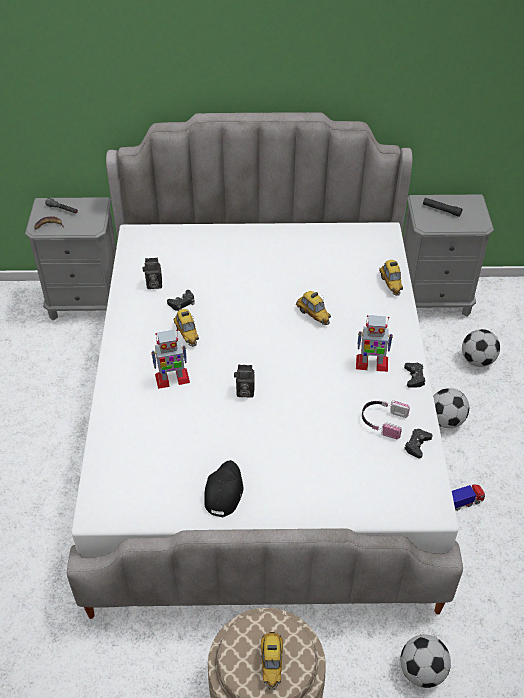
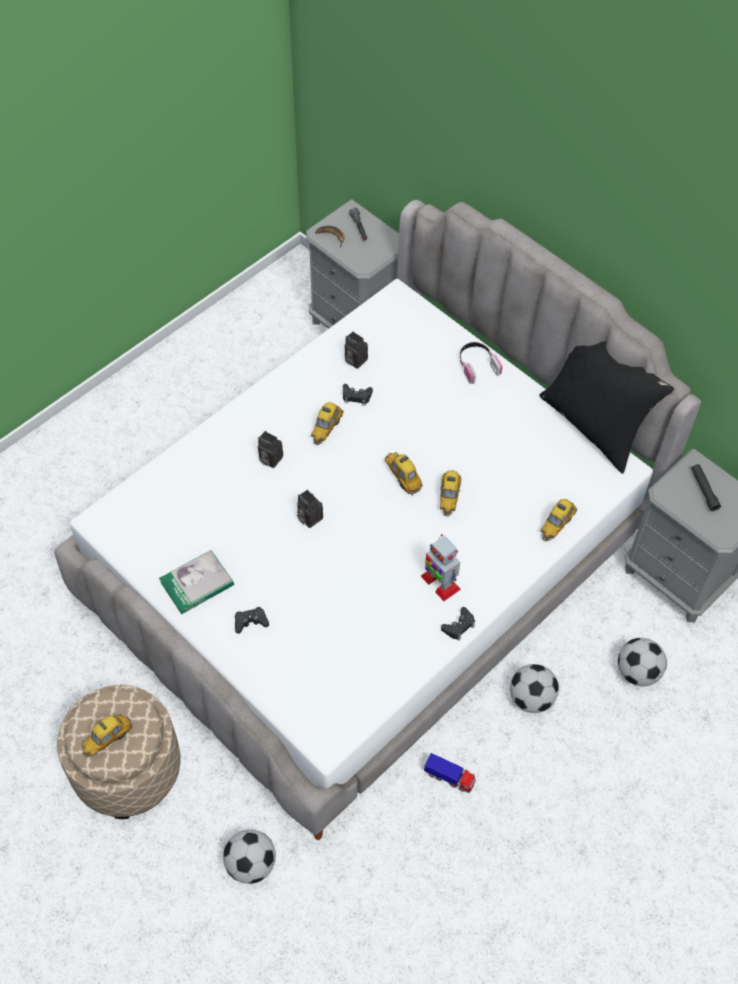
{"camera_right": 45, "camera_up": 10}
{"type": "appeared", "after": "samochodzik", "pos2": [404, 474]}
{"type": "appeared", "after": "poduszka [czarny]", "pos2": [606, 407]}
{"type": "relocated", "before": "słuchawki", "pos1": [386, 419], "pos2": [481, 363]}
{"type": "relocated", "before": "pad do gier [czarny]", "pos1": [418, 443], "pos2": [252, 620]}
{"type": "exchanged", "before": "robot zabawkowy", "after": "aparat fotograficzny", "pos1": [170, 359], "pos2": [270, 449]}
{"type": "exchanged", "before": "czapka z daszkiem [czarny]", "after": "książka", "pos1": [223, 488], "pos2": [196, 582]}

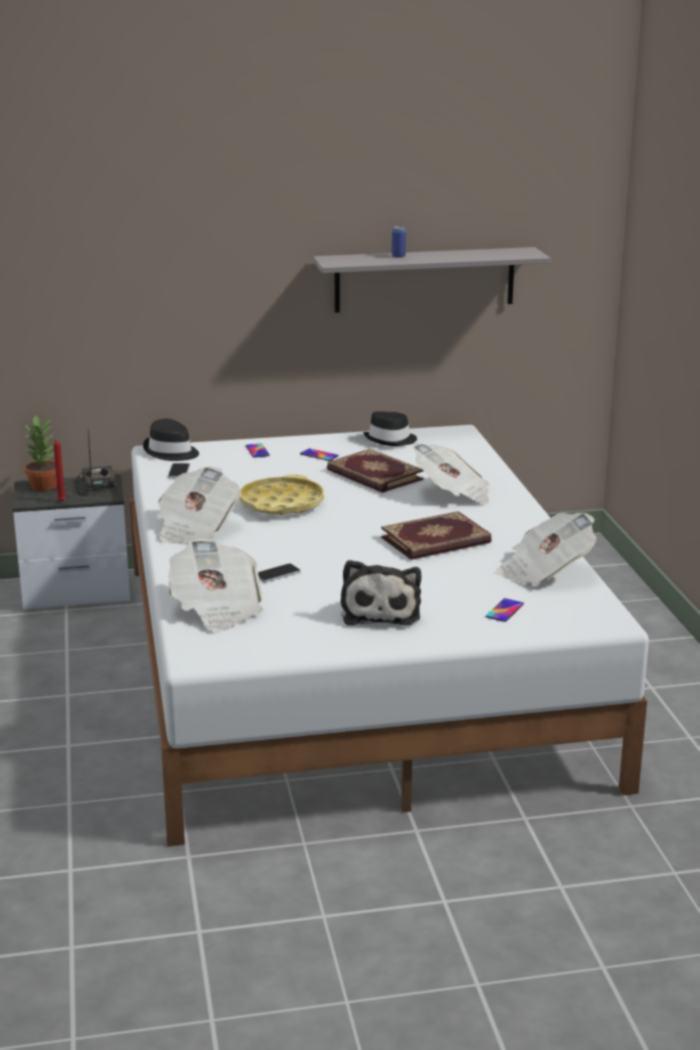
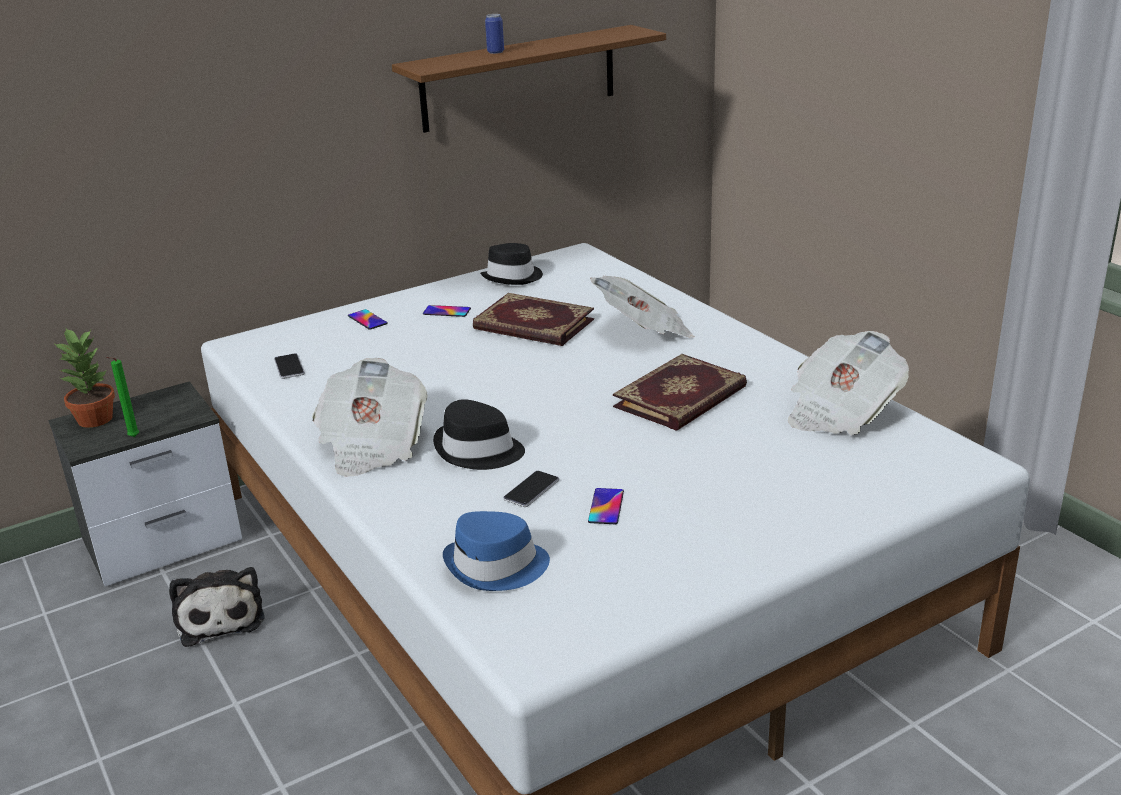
{"camera_right": -20, "camera_up": 5}
{"type": "missing", "before": "radio", "pos1": [96, 462]}
{"type": "missing", "before": "taca [żółty]", "pos1": [282, 494]}
{"type": "relocated", "before": "kapelusz [czarny]", "pos1": [171, 440], "pos2": [479, 434]}
{"type": "relocated", "before": "pluszak", "pos1": [381, 593], "pos2": [216, 607]}
{"type": "relocated", "before": "telefon", "pos1": [505, 610], "pos2": [606, 506]}
{"type": "exchanged", "before": "gazeta", "after": "kapelusz [niebieski]", "pos1": [215, 585], "pos2": [496, 551]}
{"type": "colour", "before": "świeca [czerwony]", "after": "świeca [zielony]", "pos1": [58, 470], "pos2": [122, 397]}
{"type": "colour", "before": "półka [szary]", "after": "półka [brązowy]", "pos1": [432, 280], "pos2": [529, 79]}

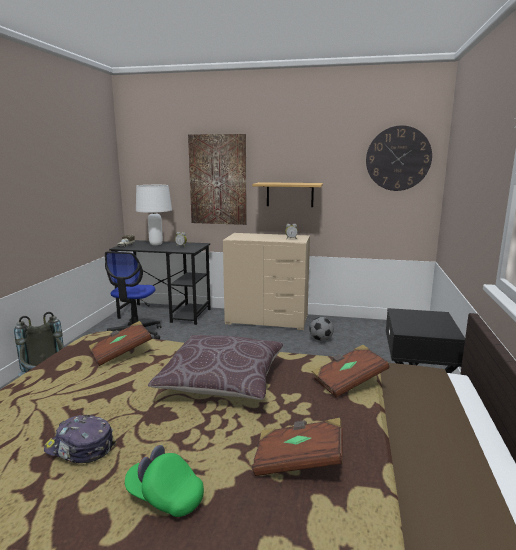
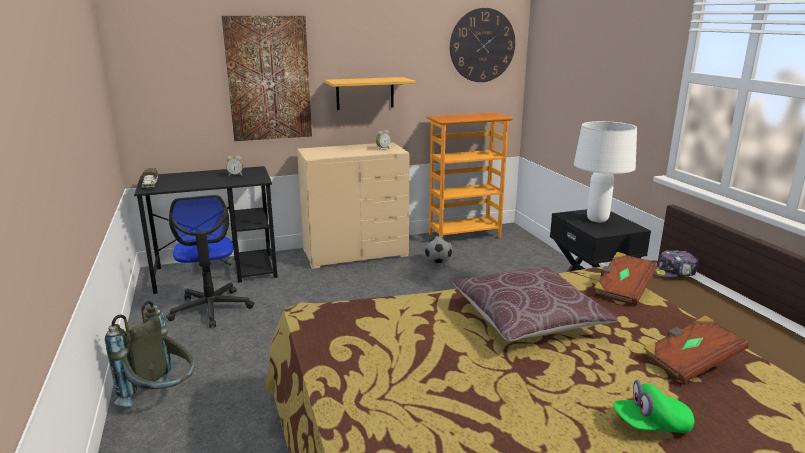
{"camera_right": -30, "camera_up": 5}
{"type": "missing", "before": "książka [brązowy]", "pos1": [120, 343]}
{"type": "appeared", "after": "regał", "pos2": [469, 175]}
{"type": "relocated", "before": "czapka z daszkiem", "pos1": [80, 439], "pos2": [675, 263]}
{"type": "relocated", "before": "lampa stołowa [biały]", "pos1": [154, 215], "pos2": [605, 171]}

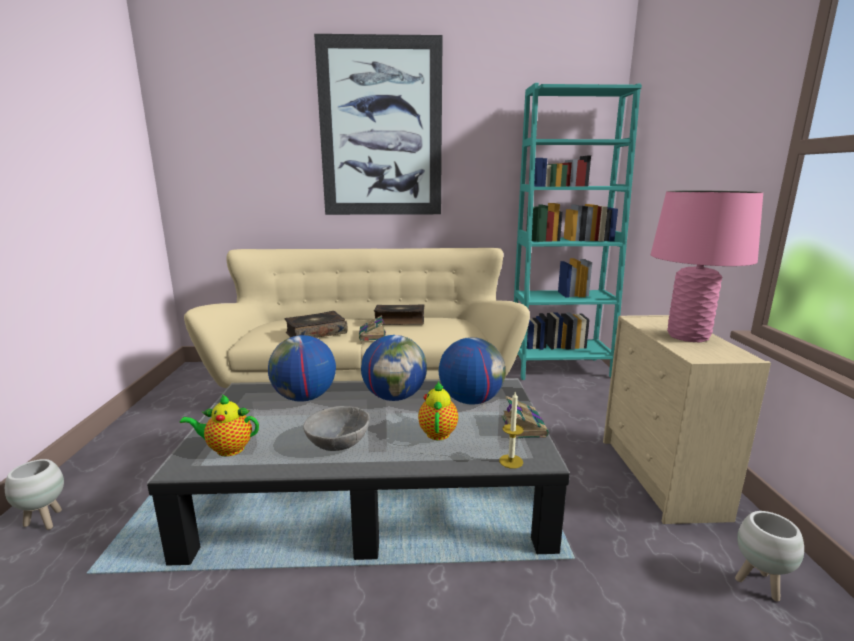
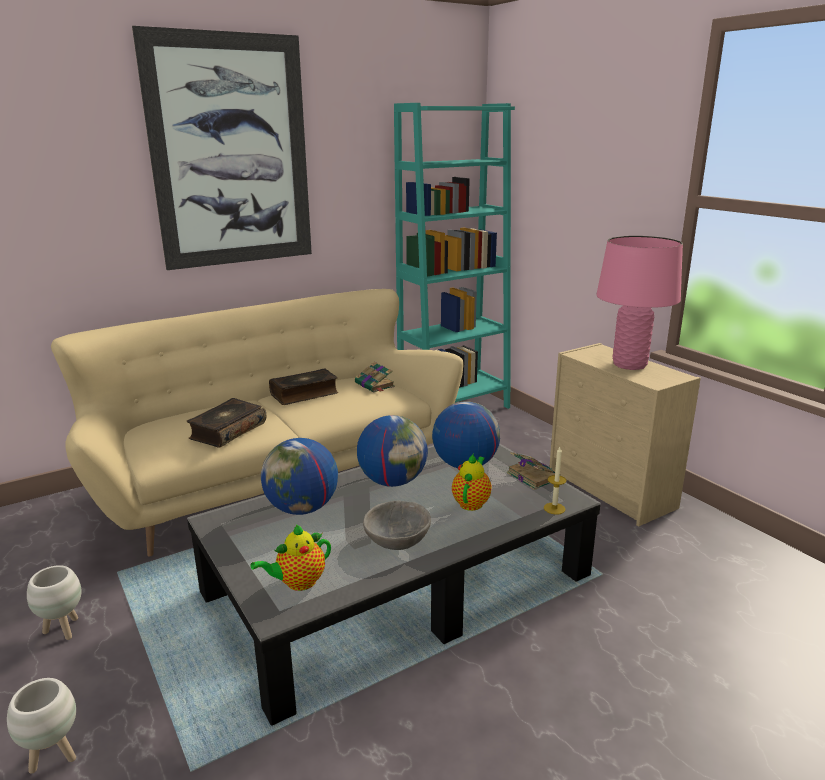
{"camera_right": -30, "camera_up": 5}
{"type": "relocated", "before": "książka", "pos1": [372, 328], "pos2": [375, 377]}
{"type": "relocated", "before": "donica [biały]", "pos1": [769, 556], "pos2": [54, 602]}
{"type": "spun", "before": "imbryk", "pos1": [438, 410], "pos2": [472, 482], "turn": 45}

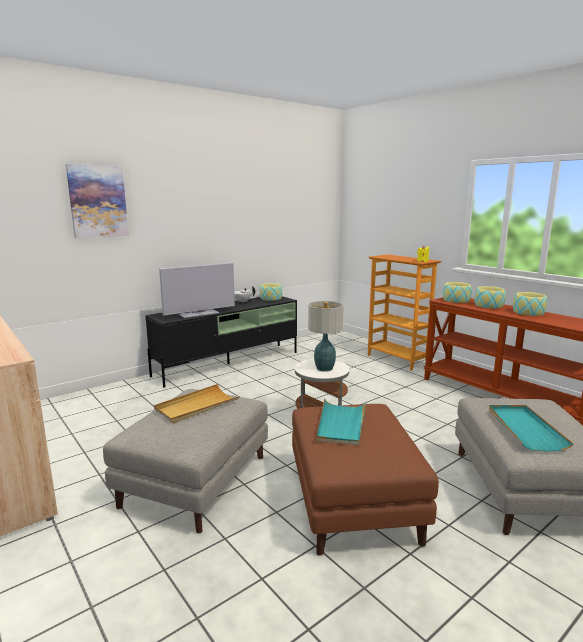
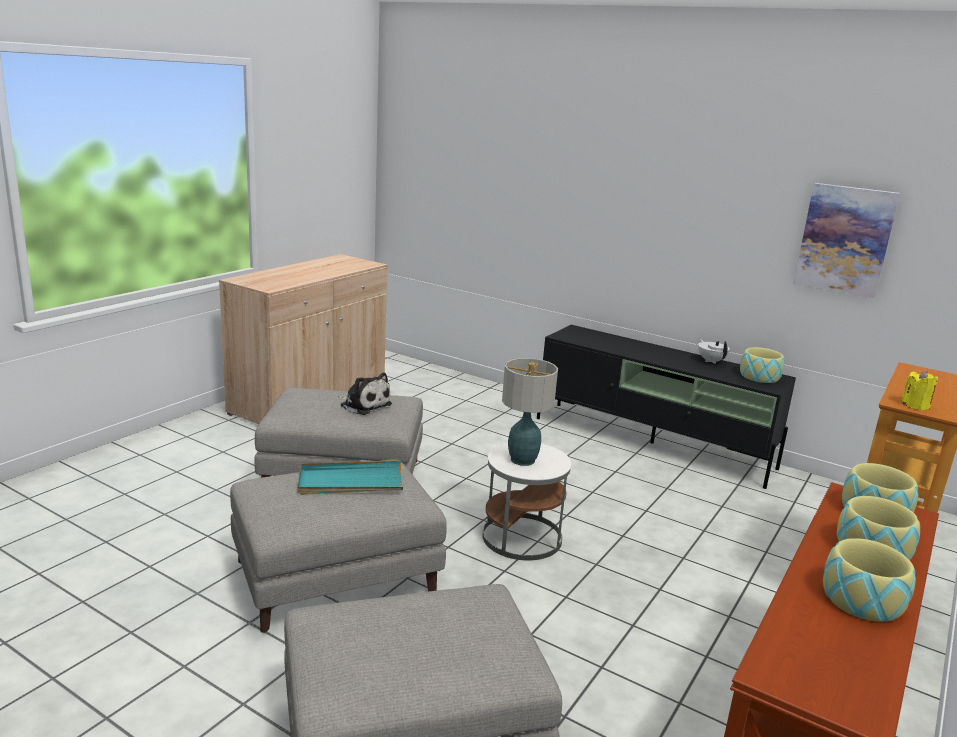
{"camera_right": 70, "camera_up": 5}
{"type": "missing", "before": "telewizor", "pos1": [197, 290]}
{"type": "missing", "before": "taca [turkusowy]", "pos1": [531, 428]}
{"type": "relocated", "before": "obraz", "pos1": [97, 201], "pos2": [846, 240]}
{"type": "exchanged", "before": "taca [beżowy]", "after": "pluszak", "pos1": [197, 404], "pos2": [365, 393]}
{"type": "colour", "before": "pufa [brązowy]", "after": "pufa [szary]", "pos1": [365, 480], "pos2": [338, 546]}

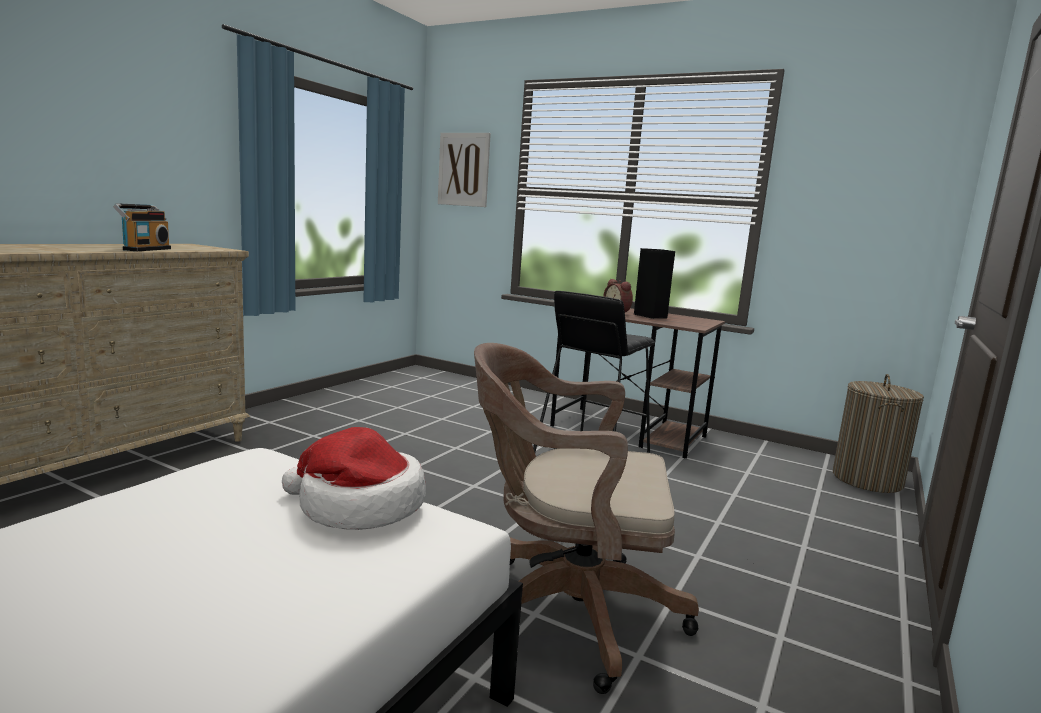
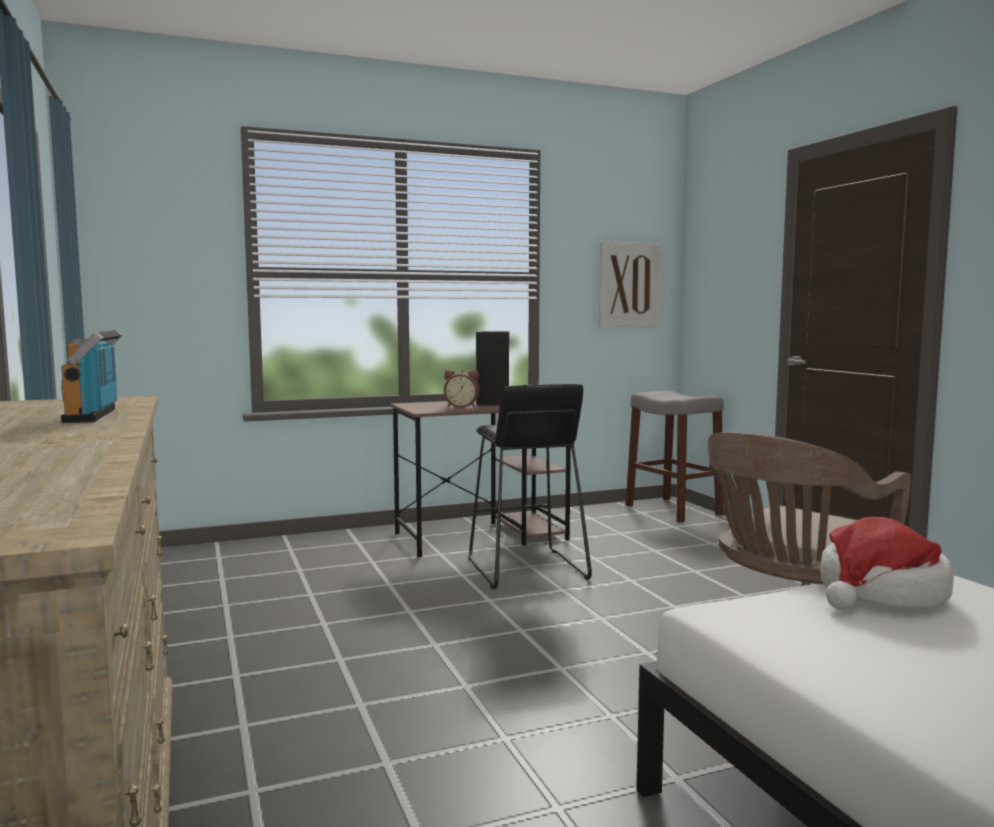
{"camera_right": -50, "camera_up": -5}
{"type": "relocated", "before": "obraz", "pos1": [464, 170], "pos2": [630, 284]}
{"type": "exchanged", "before": "kosz na pranie", "after": "stołek [szary]", "pos1": [878, 433], "pos2": [675, 457]}
{"type": "spun", "before": "radio", "pos1": [142, 227], "pos2": [92, 376], "turn": -150}

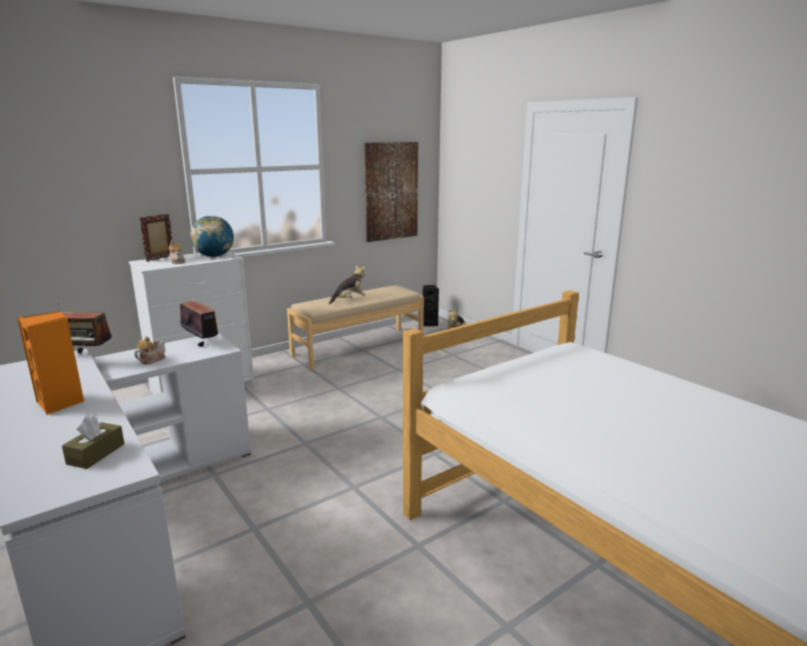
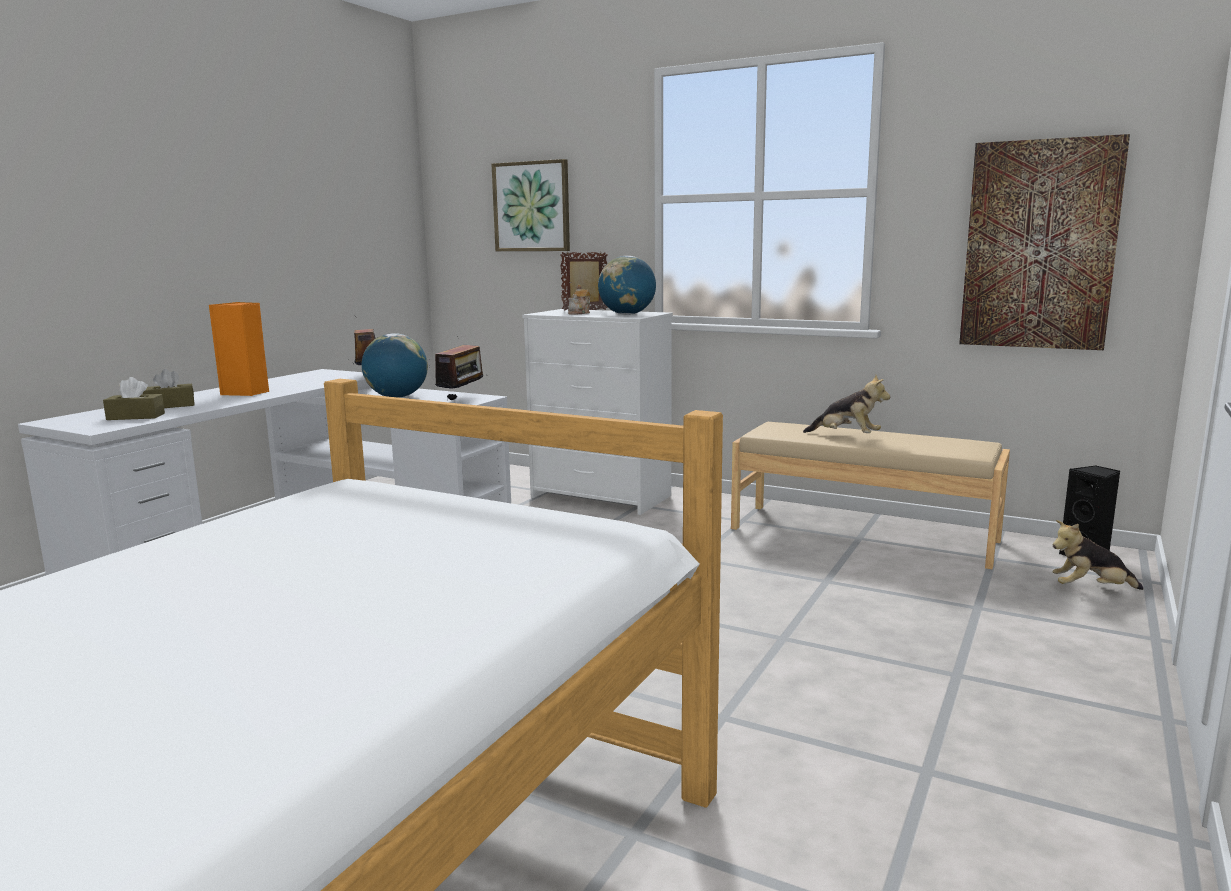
{"camera_right": 65, "camera_up": -5}
{"type": "appeared", "after": "pudełko chusteczek [brązowy]", "pos2": [168, 388]}
{"type": "appeared", "after": "obraz", "pos2": [531, 205]}
{"type": "exchanged", "before": "imbryk", "after": "globus", "pos1": [150, 350], "pos2": [395, 365]}

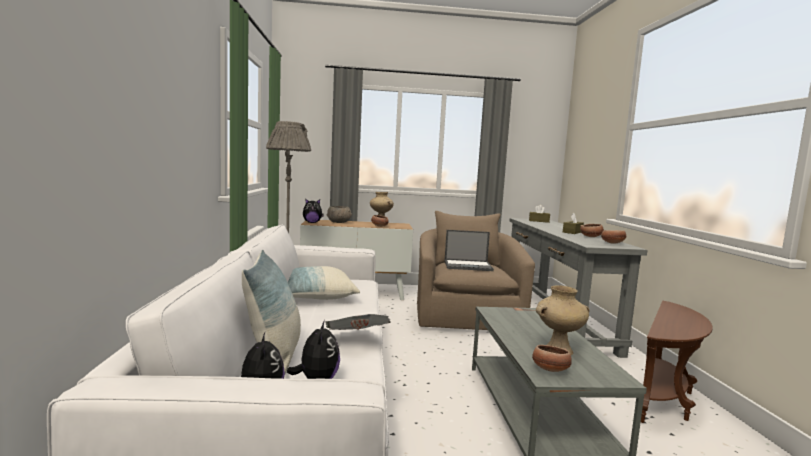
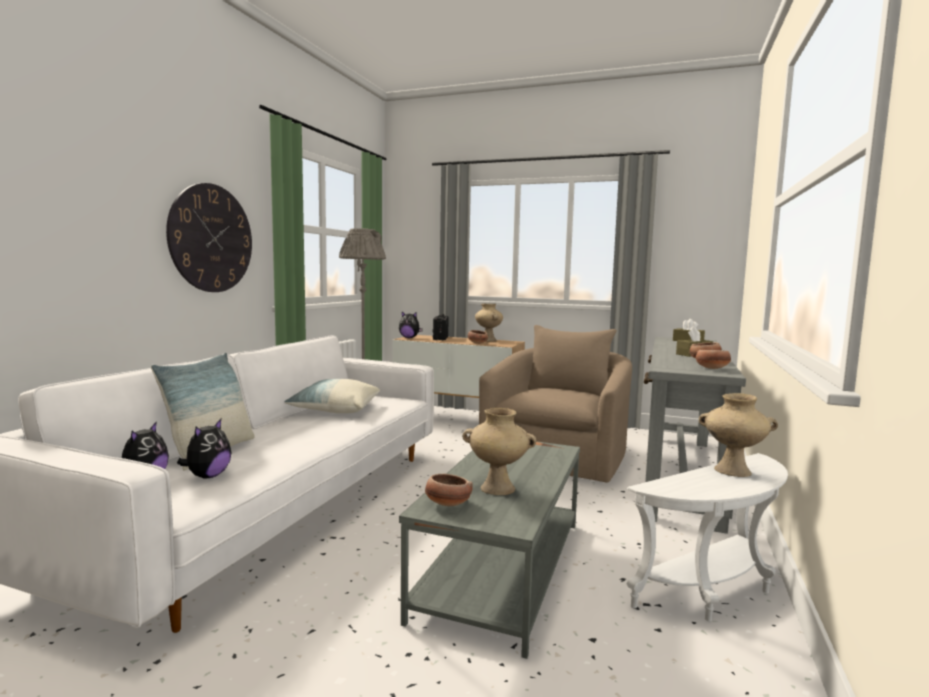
{"camera_right": 25, "camera_up": 0}
{"type": "missing", "before": "gazeta", "pos1": [358, 322]}
{"type": "missing", "before": "laptop", "pos1": [469, 250]}
{"type": "appeared", "after": "zegar ścienny", "pos2": [209, 237]}
{"type": "appeared", "after": "wazon [beżowy]", "pos2": [738, 435]}
{"type": "exchanged", "before": "miska [szary]", "after": "radio", "pos1": [339, 214], "pos2": [441, 327]}
{"type": "colour", "before": "stolik [brązowy]", "after": "stolik [biały]", "pos1": [677, 362], "pos2": [707, 537]}

